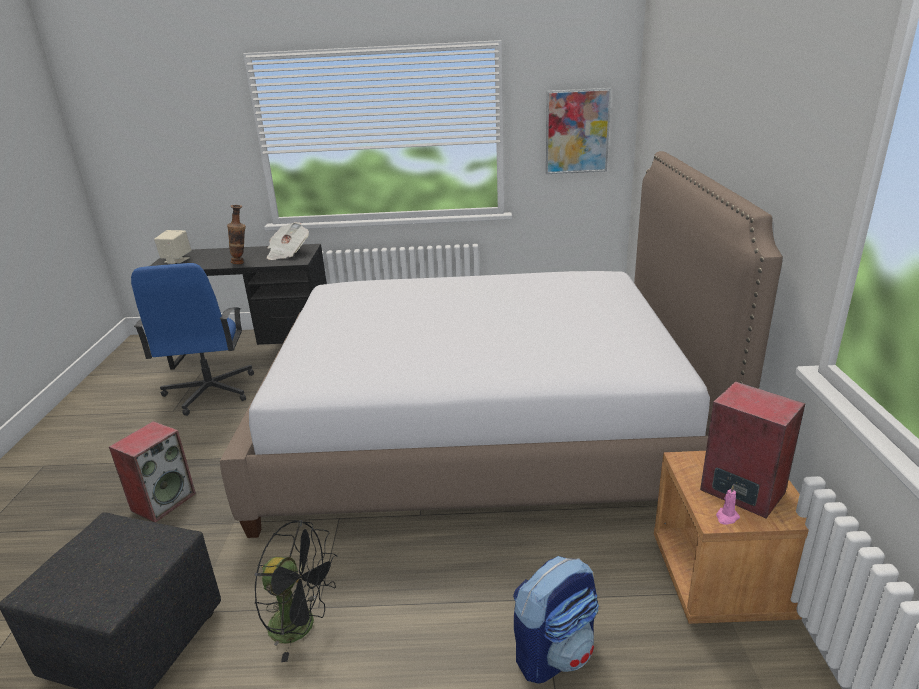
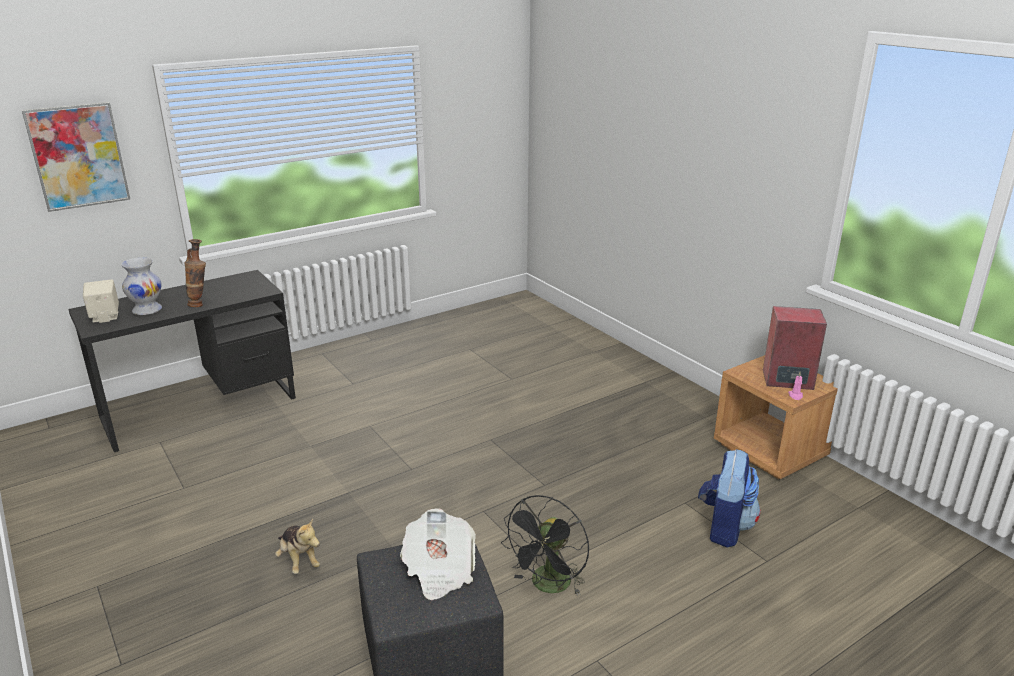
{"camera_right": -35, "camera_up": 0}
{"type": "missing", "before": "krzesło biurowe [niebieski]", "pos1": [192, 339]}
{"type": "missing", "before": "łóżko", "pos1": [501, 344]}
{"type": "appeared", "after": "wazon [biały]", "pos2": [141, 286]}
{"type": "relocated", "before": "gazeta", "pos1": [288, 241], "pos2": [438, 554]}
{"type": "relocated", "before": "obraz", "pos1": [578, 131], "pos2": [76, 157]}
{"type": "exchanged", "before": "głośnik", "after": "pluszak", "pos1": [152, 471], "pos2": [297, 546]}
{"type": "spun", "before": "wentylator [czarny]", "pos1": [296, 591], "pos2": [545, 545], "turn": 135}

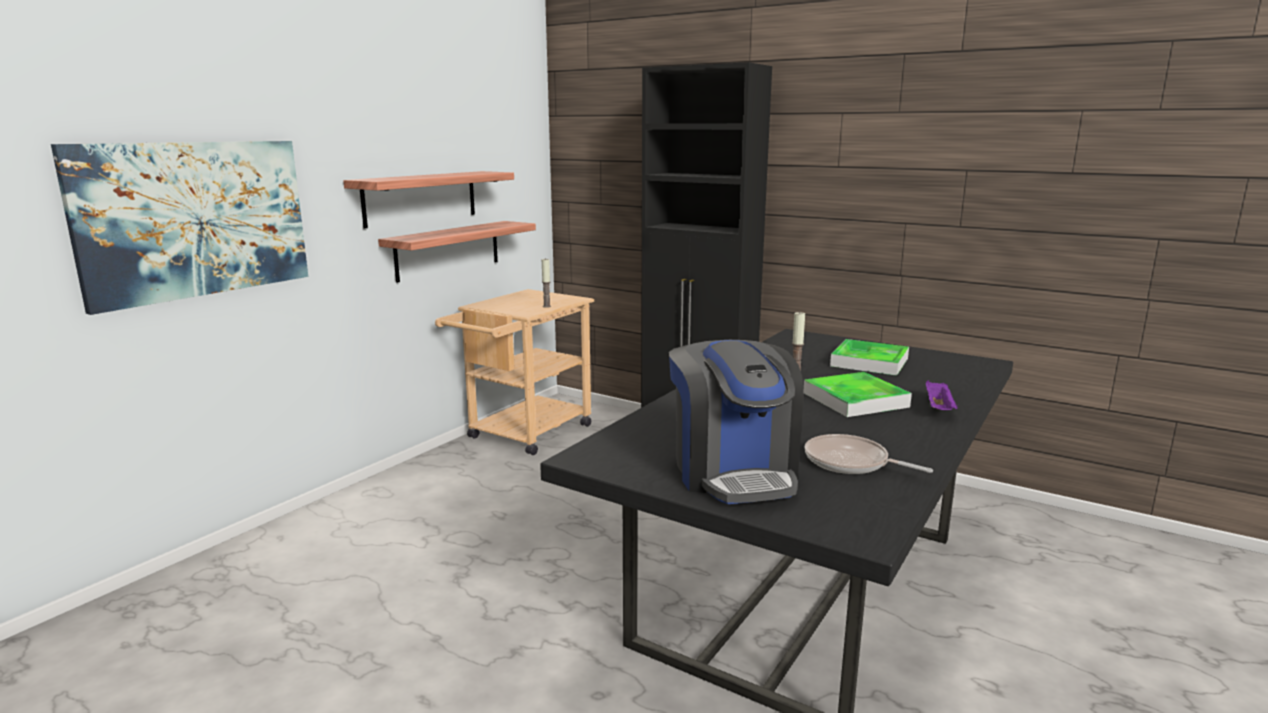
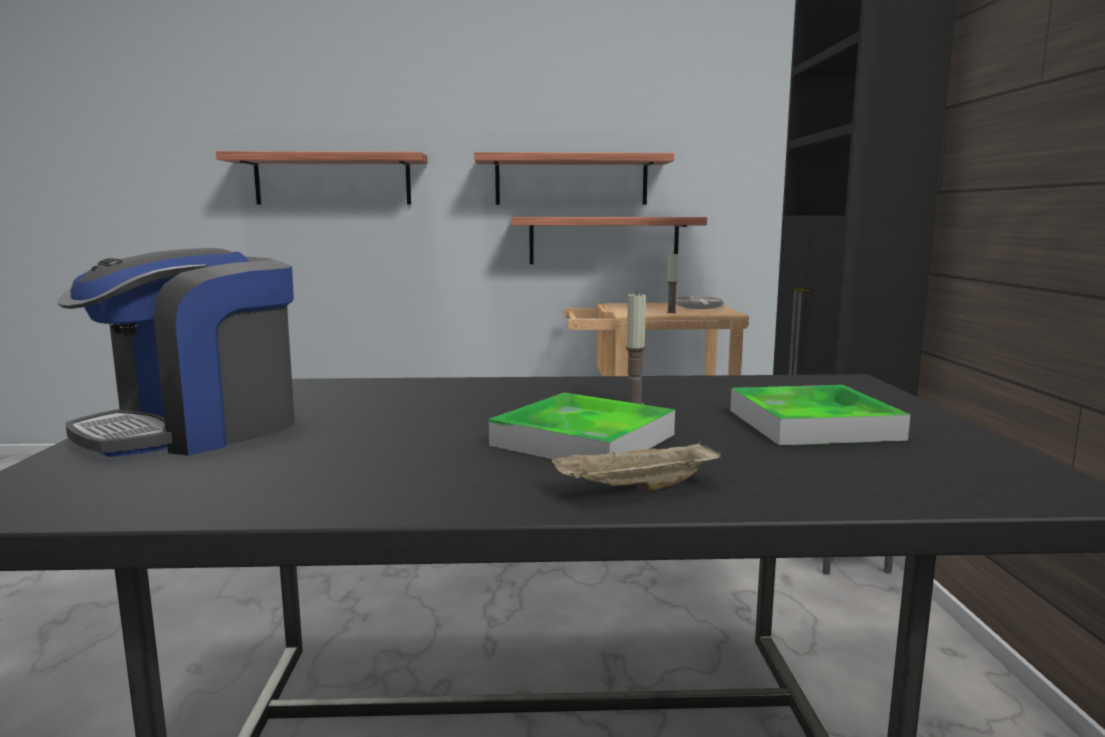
{"camera_right": 55, "camera_up": -5}
{"type": "relocated", "before": "patelnia", "pos1": [869, 454], "pos2": [700, 302]}
{"type": "exchanged", "before": "obraz", "after": "półka", "pos1": [179, 228], "pos2": [322, 178]}
{"type": "colour", "before": "taca [fioletowy]", "after": "taca [beżowy]", "pos1": [942, 395], "pos2": [636, 465]}

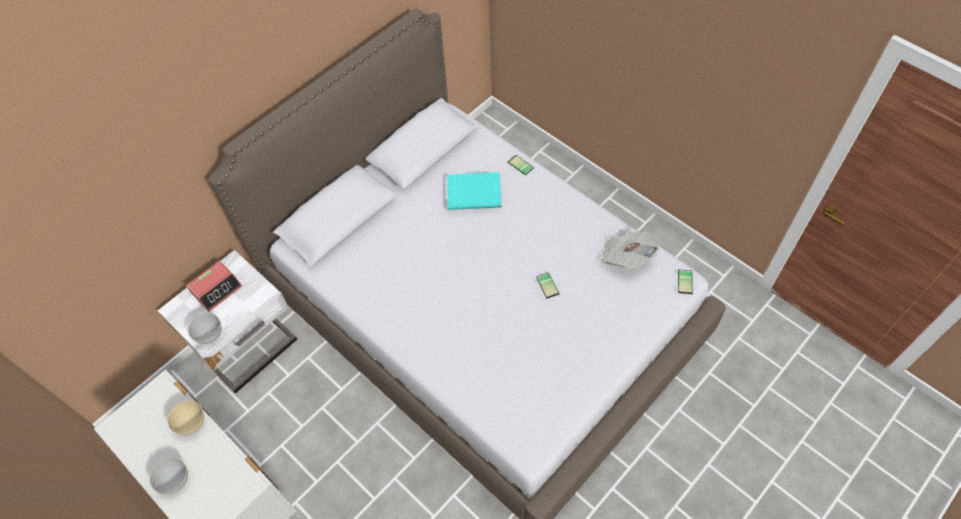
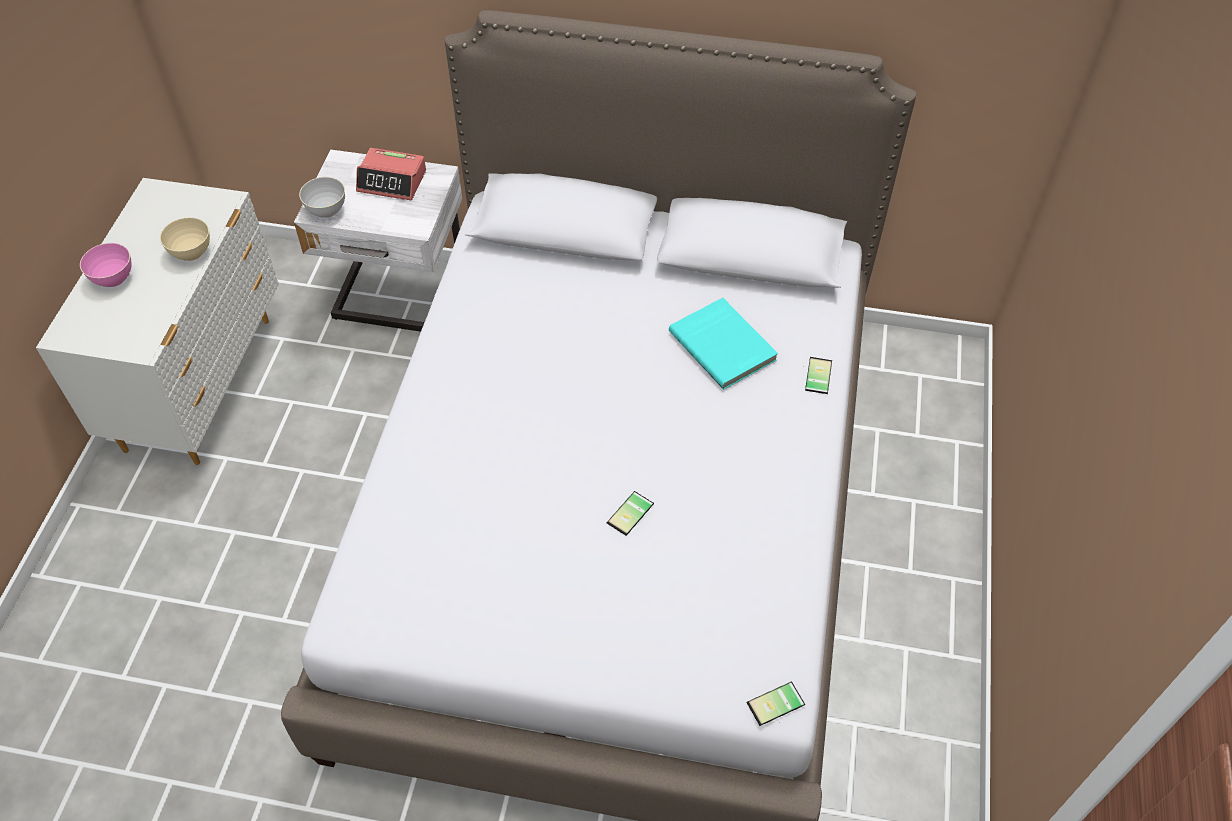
{"camera_right": 55, "camera_up": -5}
{"type": "missing", "before": "gazeta", "pos1": [630, 250]}
{"type": "colour", "before": "miska [szary]", "after": "miska [różowy]", "pos1": [168, 475], "pos2": [106, 265]}

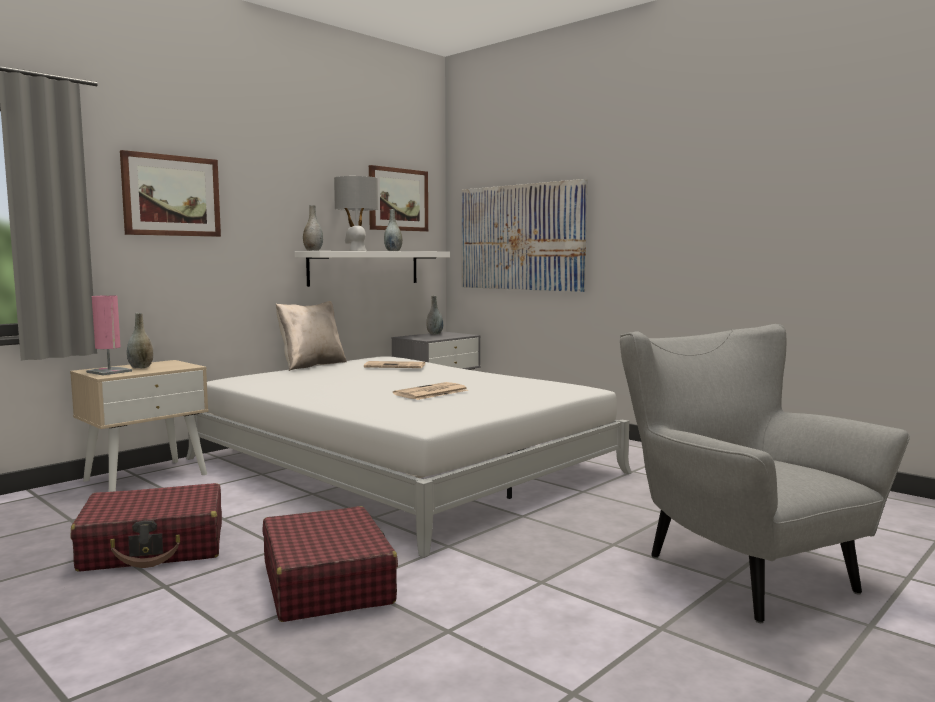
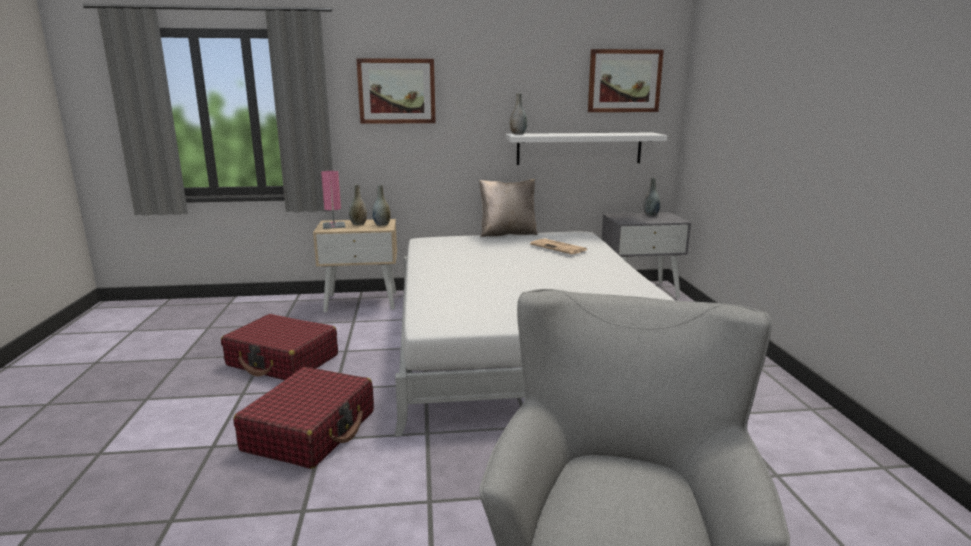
{"camera_right": 40, "camera_up": 10}
{"type": "missing", "before": "lampa stołowa [szary]", "pos1": [356, 213]}
{"type": "missing", "before": "gazeta", "pos1": [430, 391]}
{"type": "missing", "before": "obraz", "pos1": [524, 235]}
{"type": "relocated", "before": "wazon [szary]", "pos1": [393, 230], "pos2": [381, 205]}

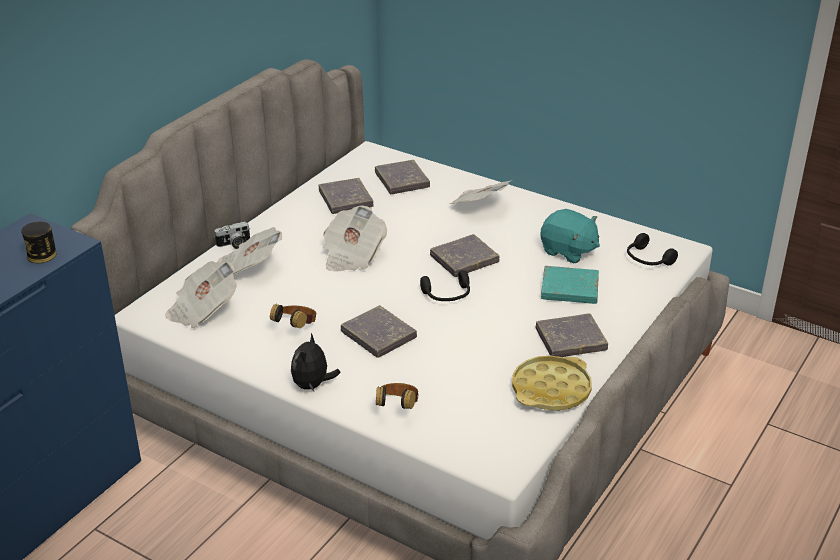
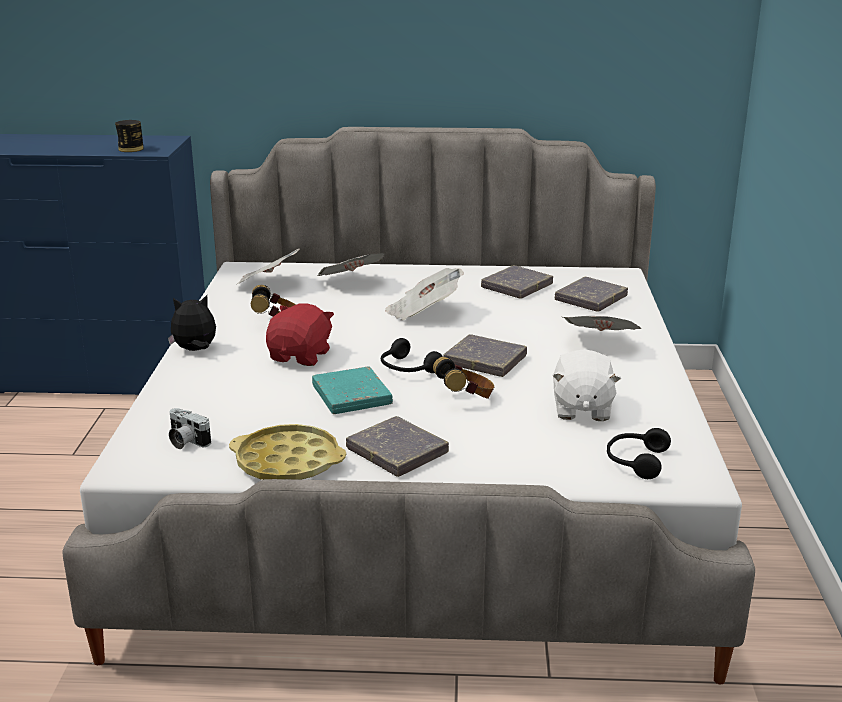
{"camera_right": 60, "camera_up": -10}
{"type": "relocated", "before": "aparat fotograficzny", "pos1": [232, 235], "pos2": [190, 428]}
{"type": "relocated", "before": "słuchawki", "pos1": [397, 396], "pos2": [463, 378]}
{"type": "relocated", "before": "książka [turkusowy]", "pos1": [570, 285], "pos2": [352, 390]}
{"type": "exchanged", "before": "książka [szary]", "after": "pluszak [czerwony]", "pos1": [379, 331], "pos2": [300, 334]}
{"type": "colour", "before": "pluszak [turkusowy]", "after": "pluszak [biały]", "pos1": [570, 236], "pos2": [586, 385]}

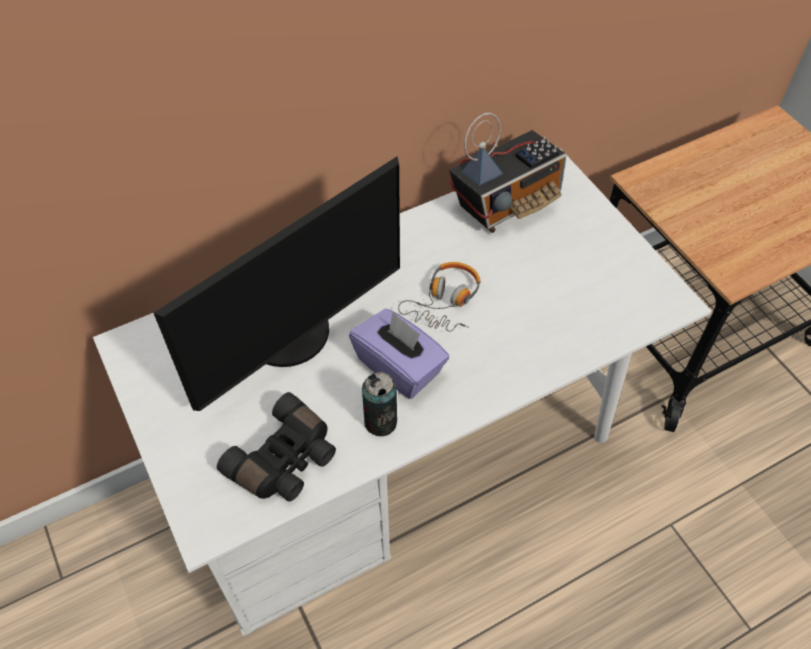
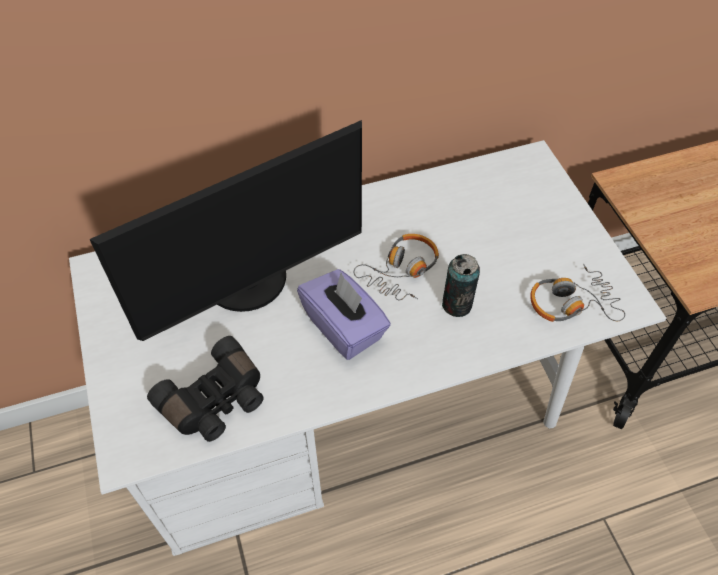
{"camera_right": 10, "camera_up": 0}
{"type": "missing", "before": "radio", "pos1": [508, 173]}
{"type": "appeared", "after": "słuchawki", "pos2": [577, 293]}
{"type": "relocated", "before": "puszka", "pos1": [379, 404], "pos2": [461, 285]}

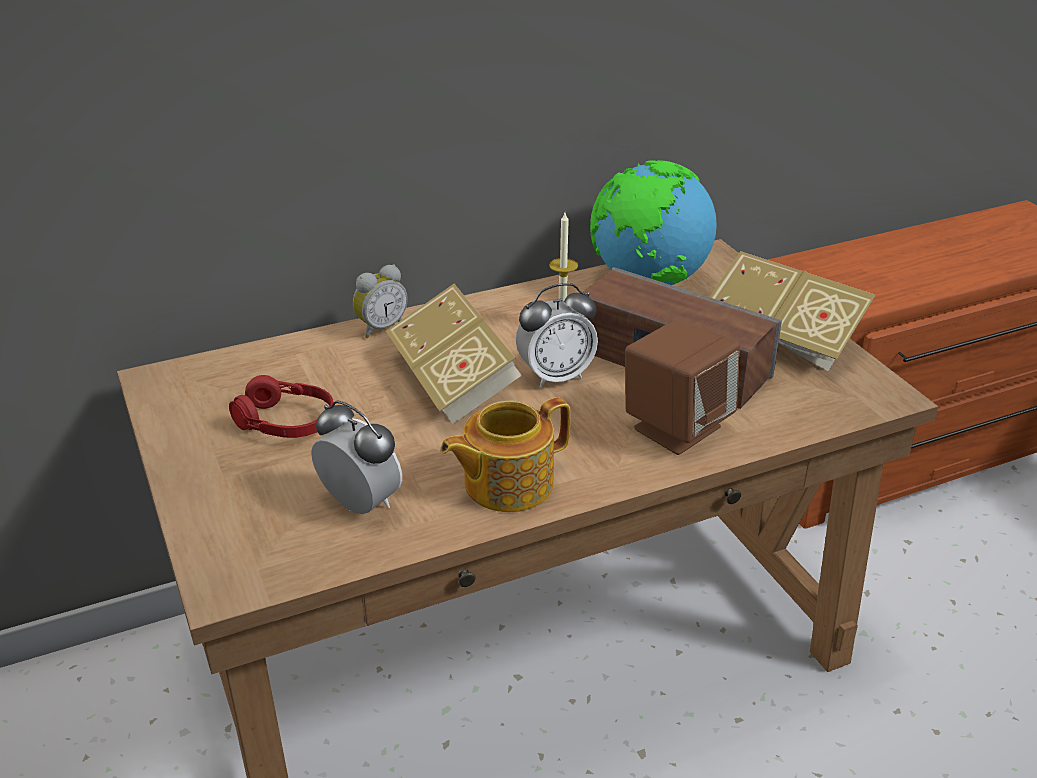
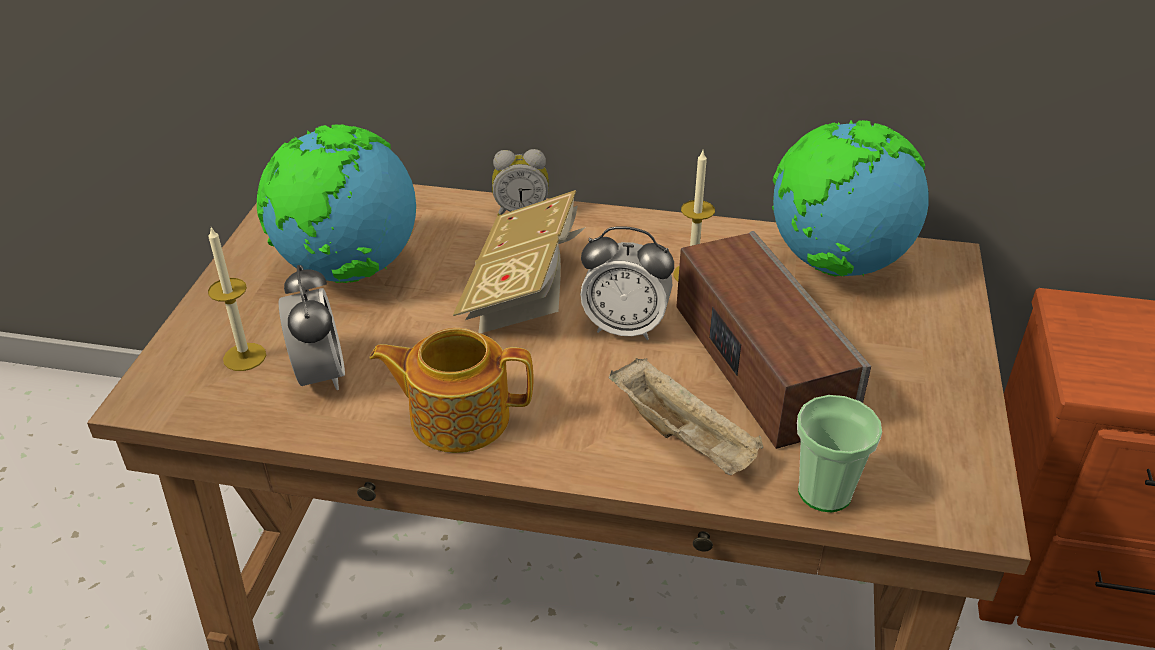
{"camera_right": 35, "camera_up": 5}
{"type": "missing", "before": "książka", "pos1": [792, 311]}
{"type": "appeared", "after": "świeca", "pos2": [237, 299]}
{"type": "appeared", "after": "filiżanka", "pos2": [839, 453]}
{"type": "exchanged", "before": "słuchawki [czerwony]", "after": "globus", "pos1": [281, 406], "pos2": [336, 203]}
{"type": "exchanged", "before": "głośnik [brązowy]", "after": "taca [beżowy]", "pos1": [682, 387], "pos2": [685, 416]}

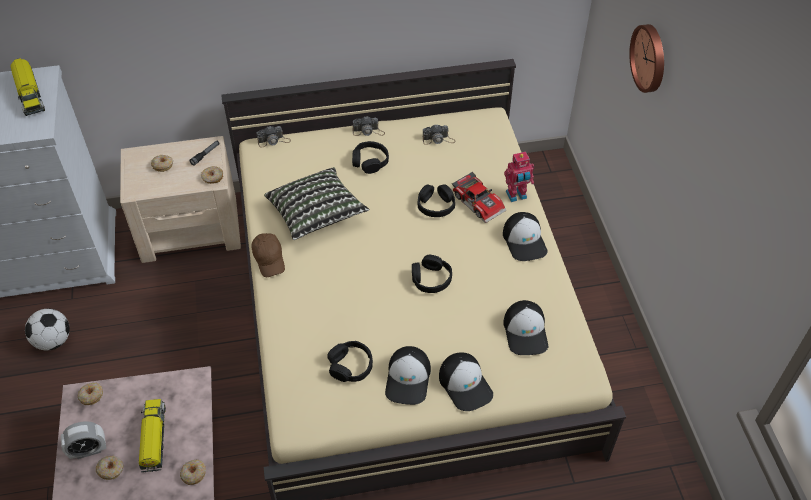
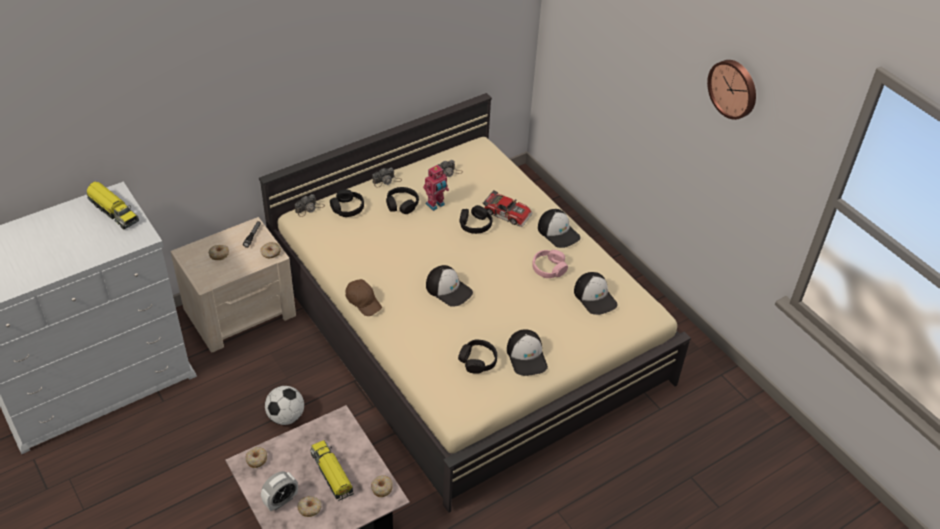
{"camera_right": -25, "camera_up": -5}
{"type": "missing", "before": "poduszka", "pos1": [316, 203]}
{"type": "appeared", "after": "słuchawki [różowy]", "pos2": [550, 264]}
{"type": "relocated", "before": "piłka futbolowa", "pos1": [47, 329], "pos2": [284, 405]}
{"type": "relocated", "before": "słuchawki [czarny]", "pos1": [432, 274], "pos2": [347, 203]}
{"type": "relocated", "before": "czapka z daszkiem", "pos1": [466, 381], "pos2": [449, 286]}
{"type": "relocated", "before": "robot zabawkowy", "pos1": [519, 177], "pos2": [436, 188]}
{"type": "relocated", "before": "zegar ścienny", "pos1": [646, 58], "pos2": [731, 90]}

